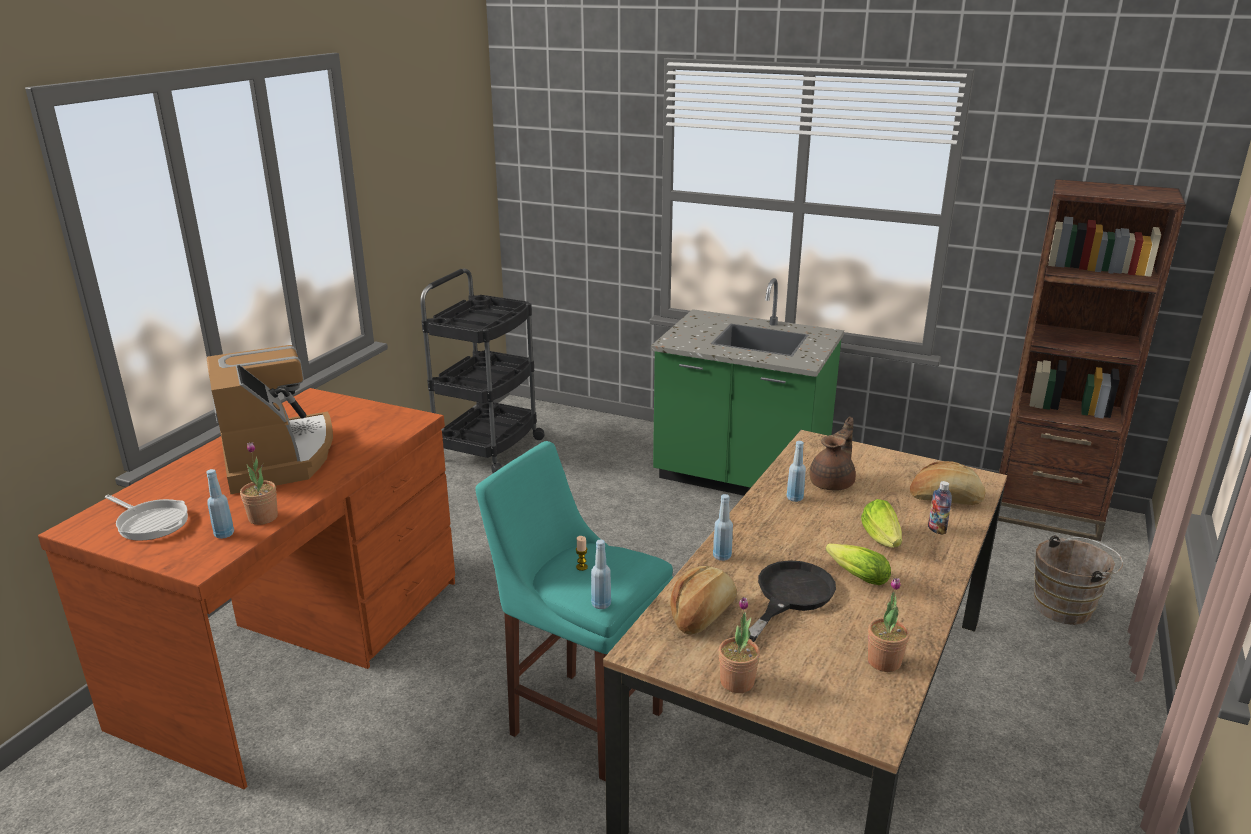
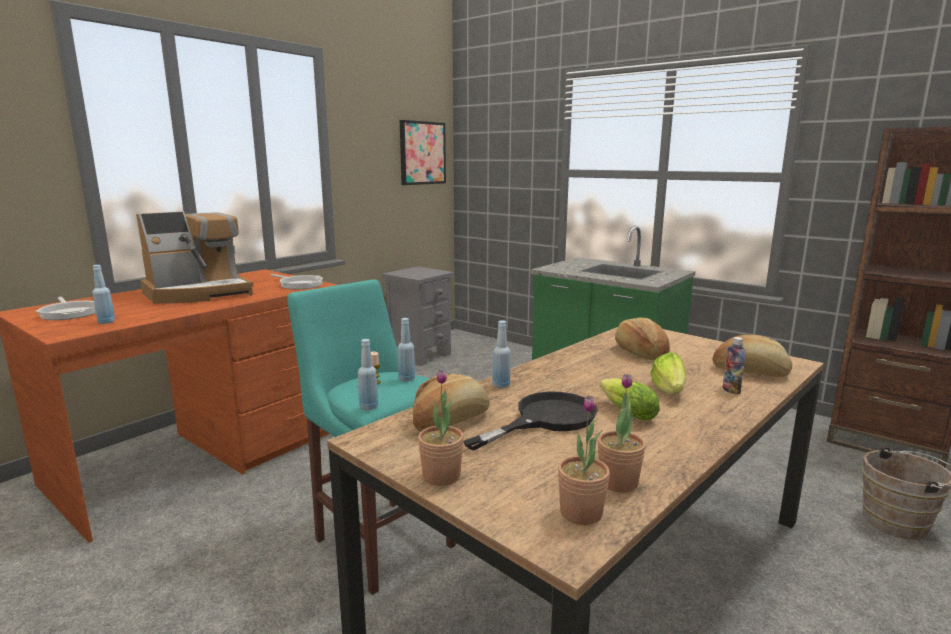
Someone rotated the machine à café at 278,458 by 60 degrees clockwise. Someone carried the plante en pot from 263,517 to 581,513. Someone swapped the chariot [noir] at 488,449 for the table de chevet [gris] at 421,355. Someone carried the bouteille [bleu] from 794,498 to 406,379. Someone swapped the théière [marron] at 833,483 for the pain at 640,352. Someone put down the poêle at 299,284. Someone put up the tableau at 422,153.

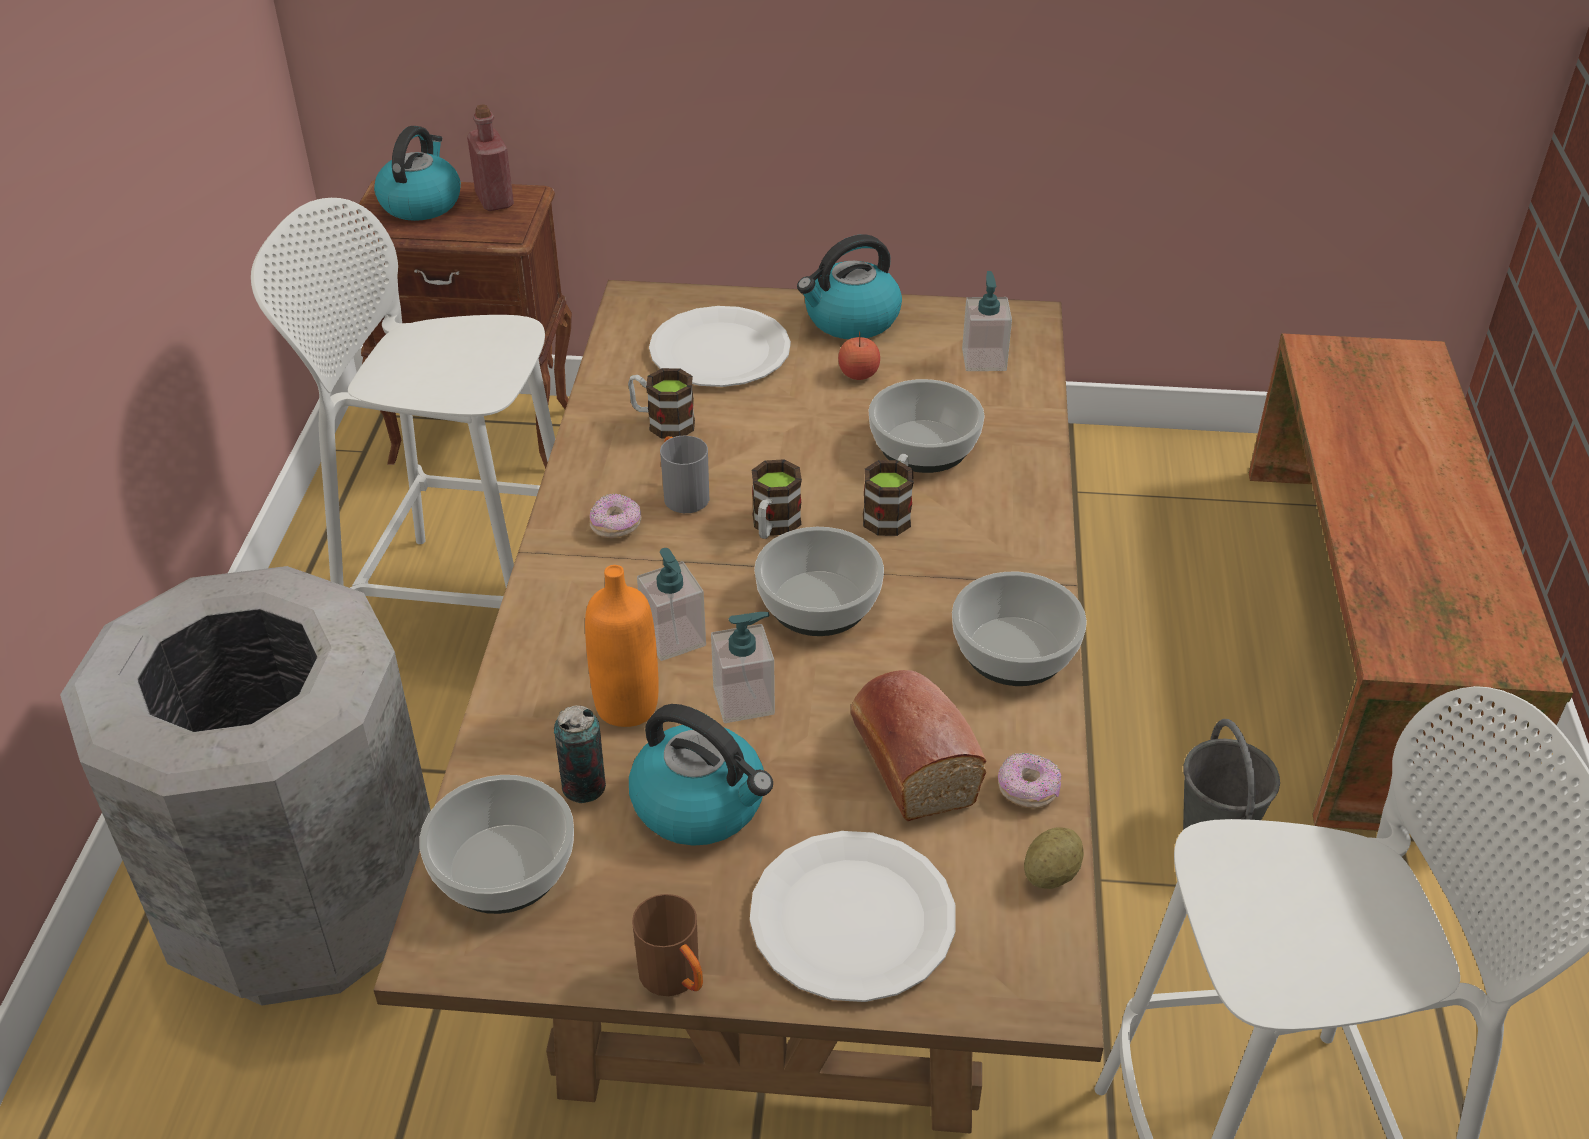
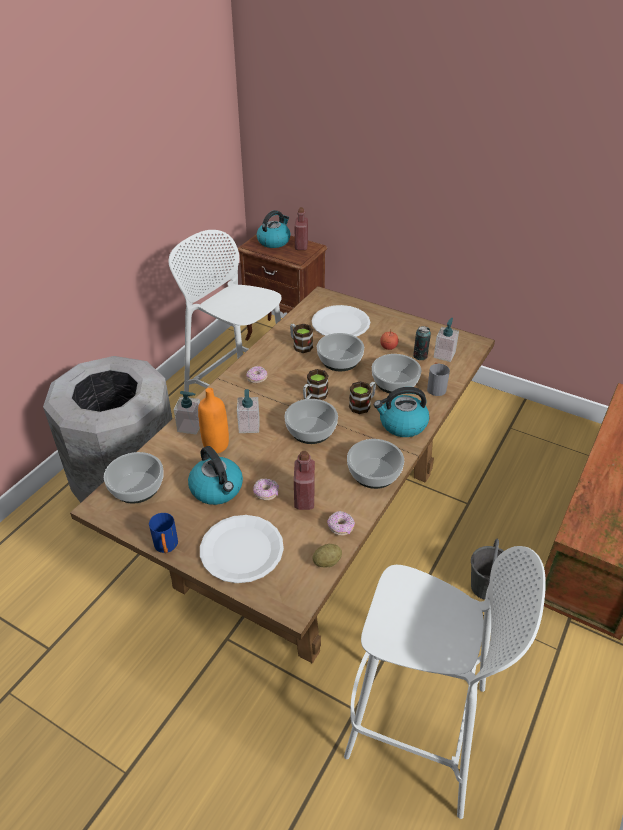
Someone carried the boîte métallique from 584,787 to 420,356. Someone repainted the mug [marron] at 676,980, which became the mug [bleu] at 166,547. Someone carried the mug [gris] from 682,494 to 435,387. Someone carried the distributeur de savon from 744,701 to 190,426. Someone carried the bouilloire from 851,320 to 402,424. Someone swapped the pain at 909,758 for the bouteille [rouge] at 304,499. Someone put down the beignet at 266,493. Someone put down the bol at 340,360.

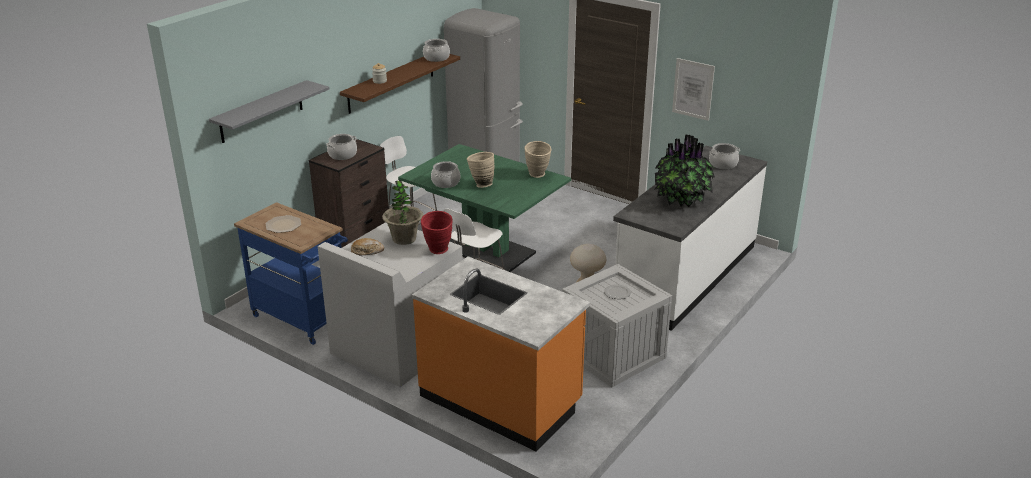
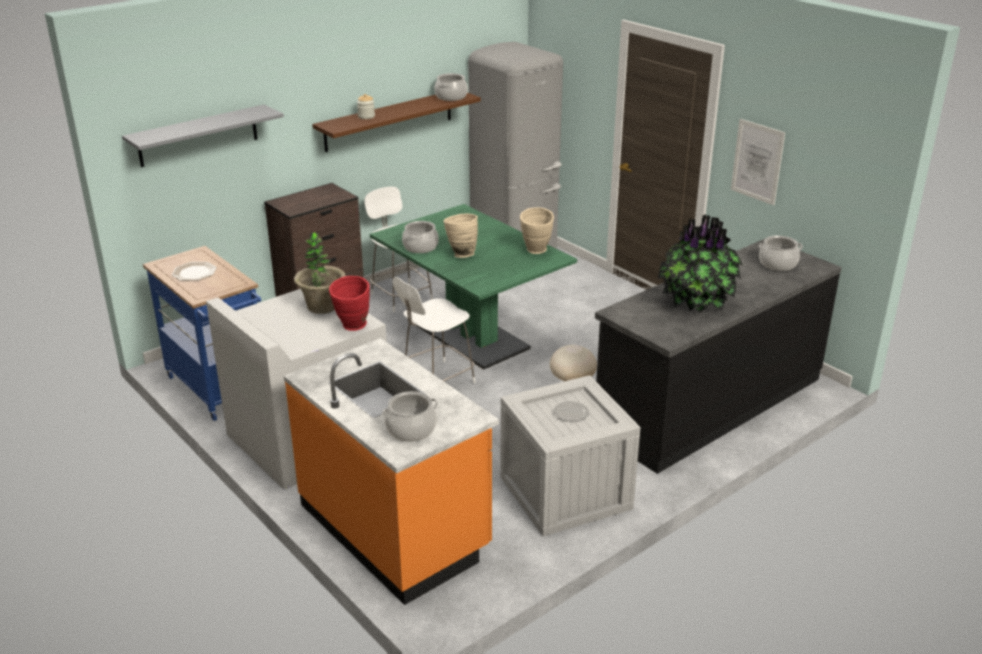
Someone carried the marmite from 342,155 to 411,429. Someone took away the pain at 367,251. Someone repainted the comptoir de cuisine [blanc] at 685,275, which became the comptoir de cuisine [noir] at 708,404.

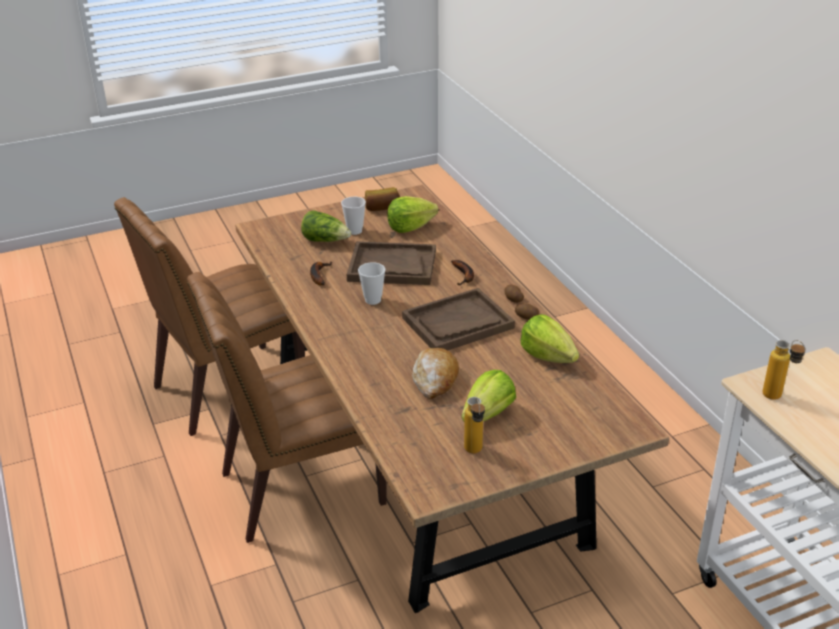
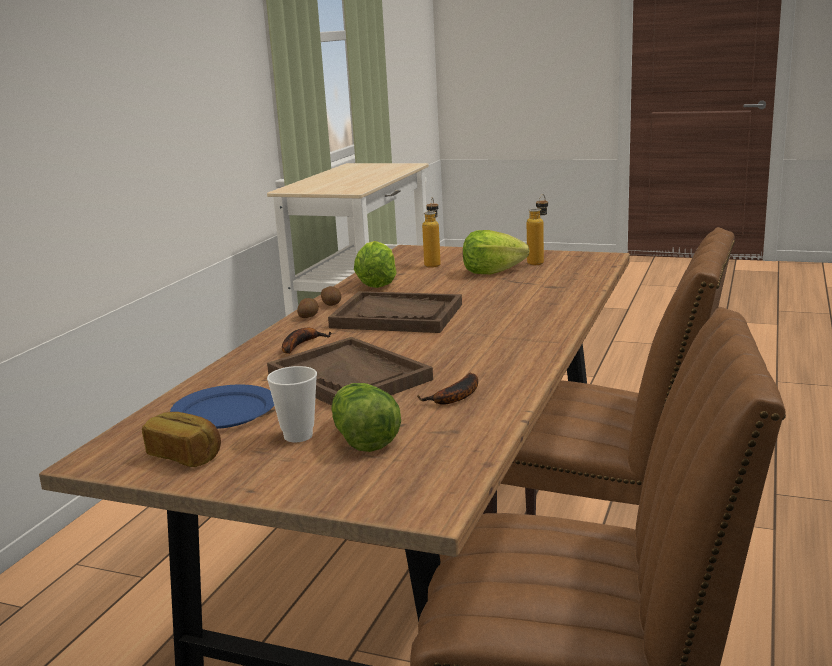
Someone took away the tasse at 373,300. Someone swapped the laitue at 410,227 for the assiette [bleu] at 224,412. Someone took away the pain at 435,379. Someone carried the bouteille from 778,398 to 433,264.

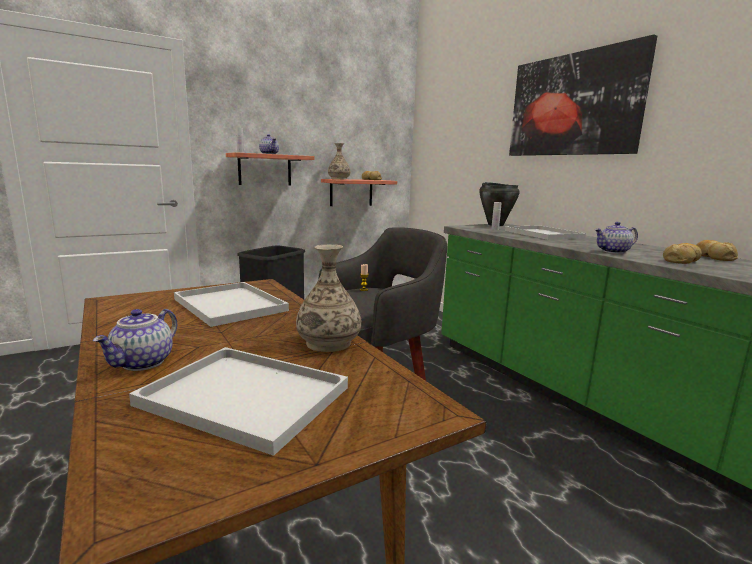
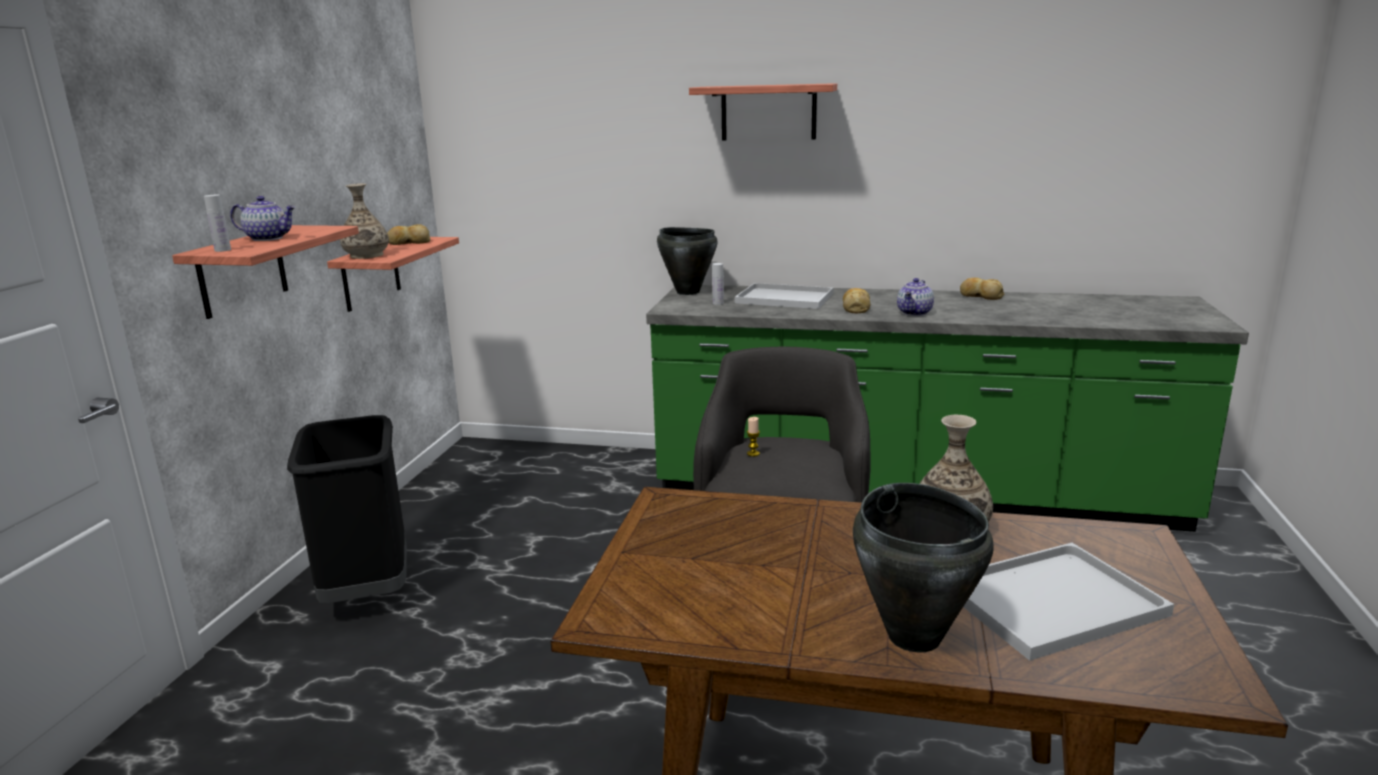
Someone swapped the théière at 143,363 for the marmite [noir] at 914,636. Someone took away the plateau [blanc] at 232,305. Someone swapped the tableau at 573,105 for the étagère at 768,112. Someone carried the pain from 681,260 to 856,308.

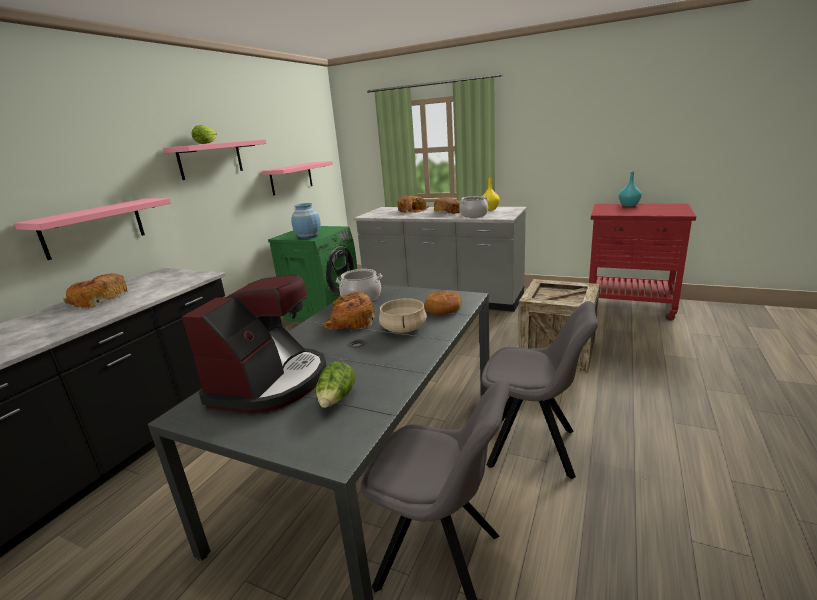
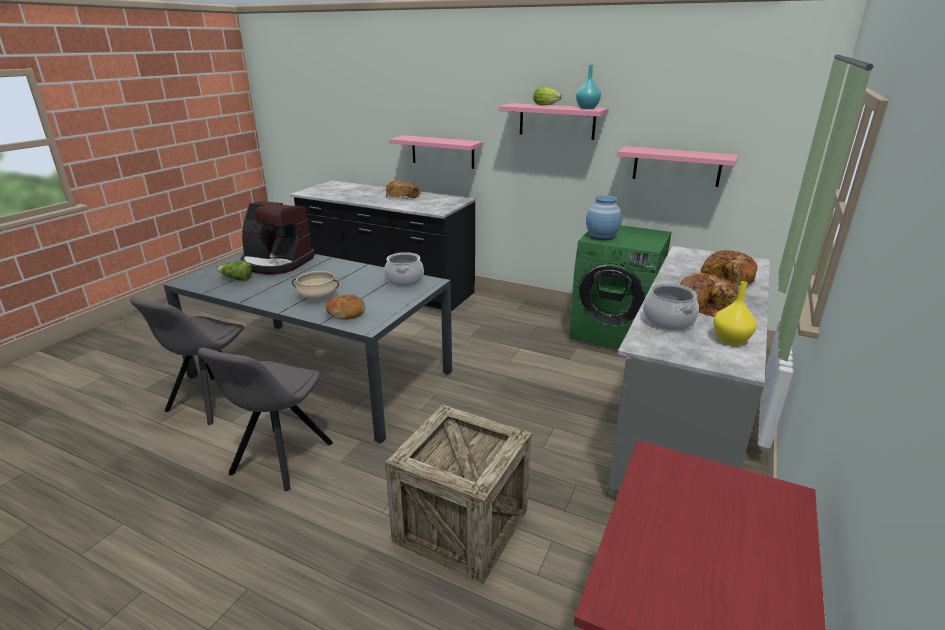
Someone took away the pain at 349,322. Someone carried the vase [turquoise] from 628,205 to 587,108.

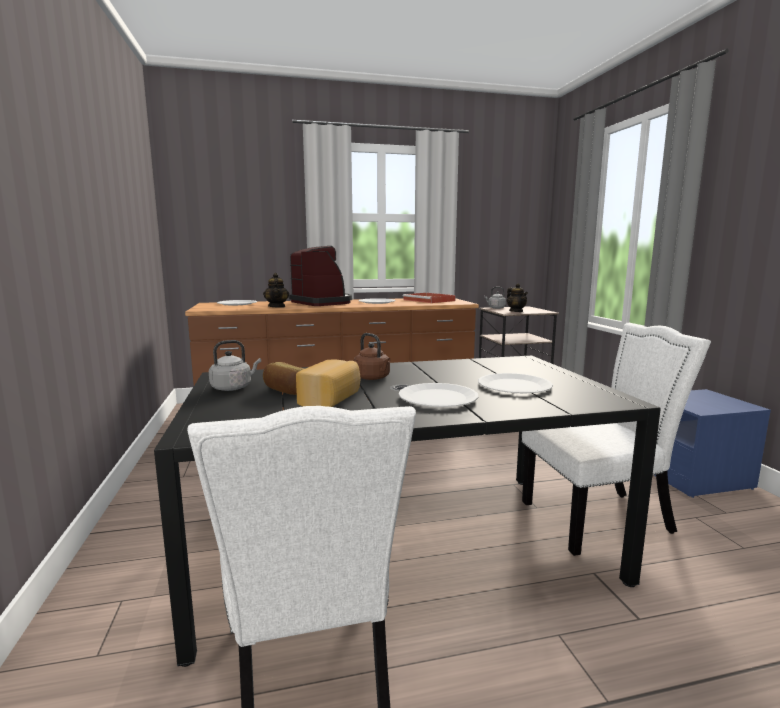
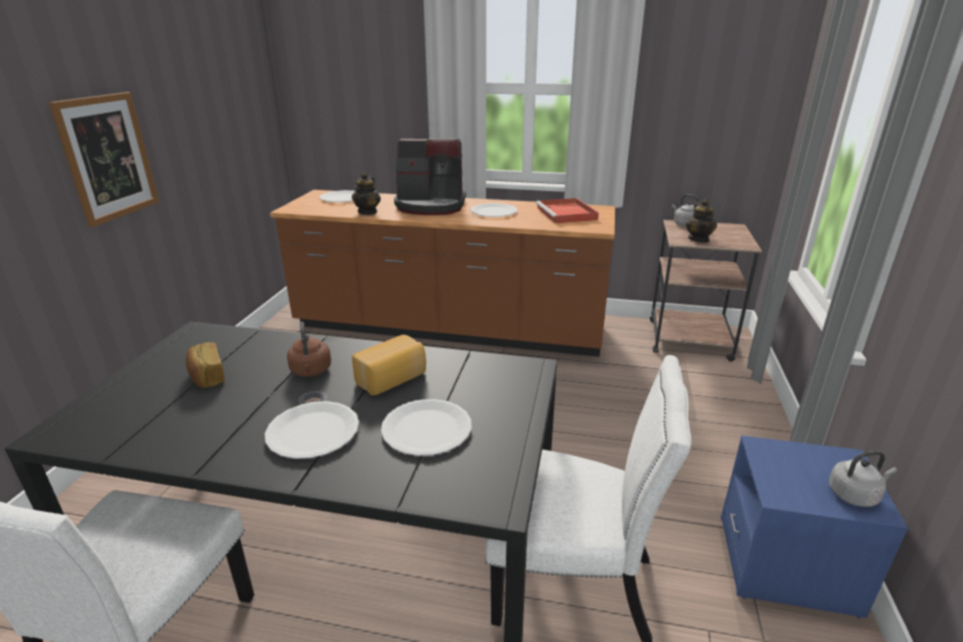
Someone carried the bouilloire [gris] from 233,387 to 855,495. Someone rotated the machine à café at 322,302 by 105 degrees clockwise. Someone carried the pain from 331,399 to 392,379. Someone put up the tableau at 108,157.

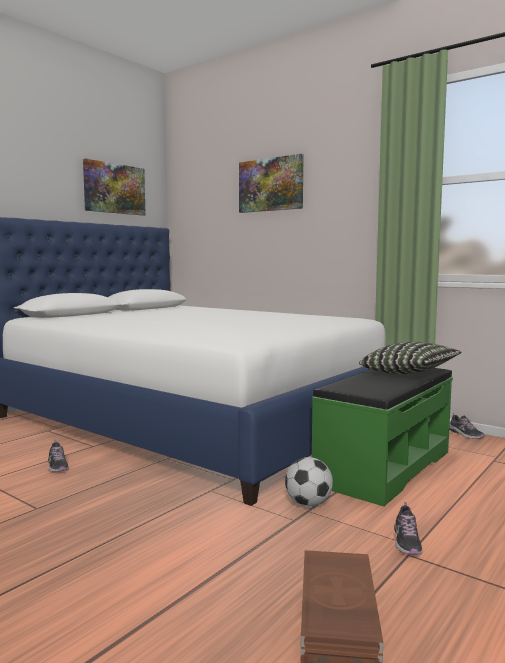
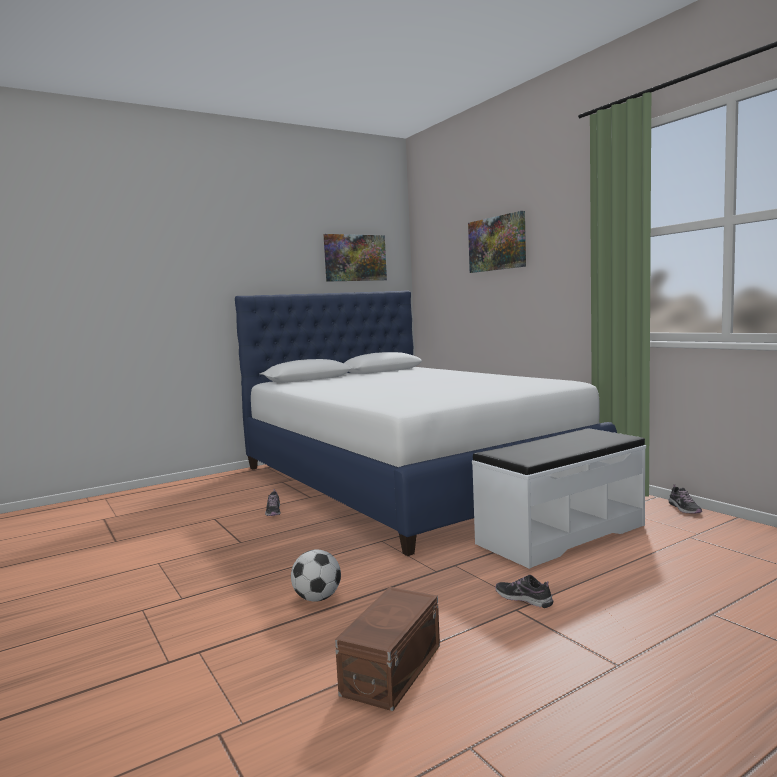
Someone carried the ballon de foot from 308,504 to 317,598. Someone repainted the banc [vert] at 383,467, which became the banc [blanc] at 560,534. Someone took away the coussin at 409,373. Someone rotated the chaussure at 406,541 by 105 degrees clockwise.

